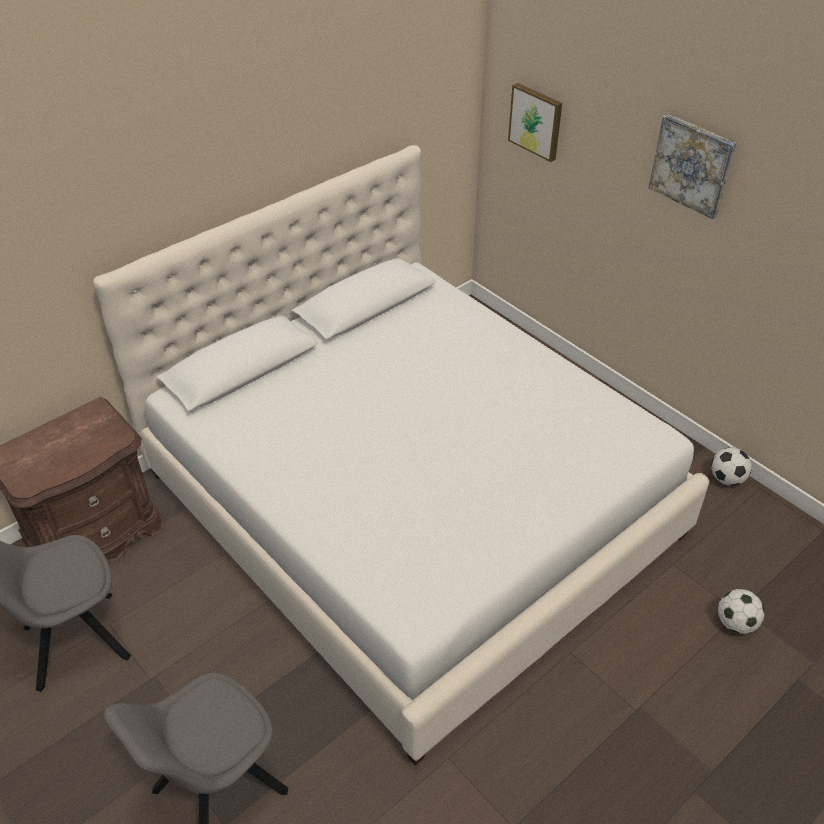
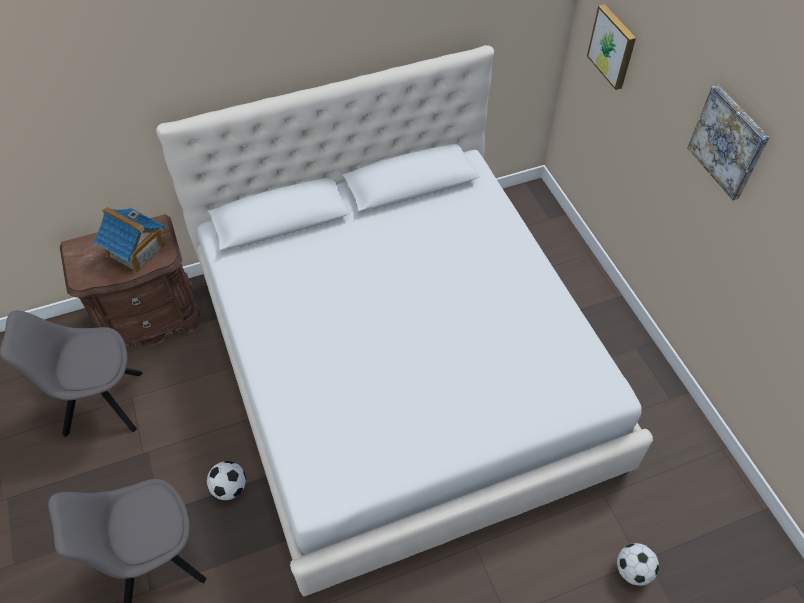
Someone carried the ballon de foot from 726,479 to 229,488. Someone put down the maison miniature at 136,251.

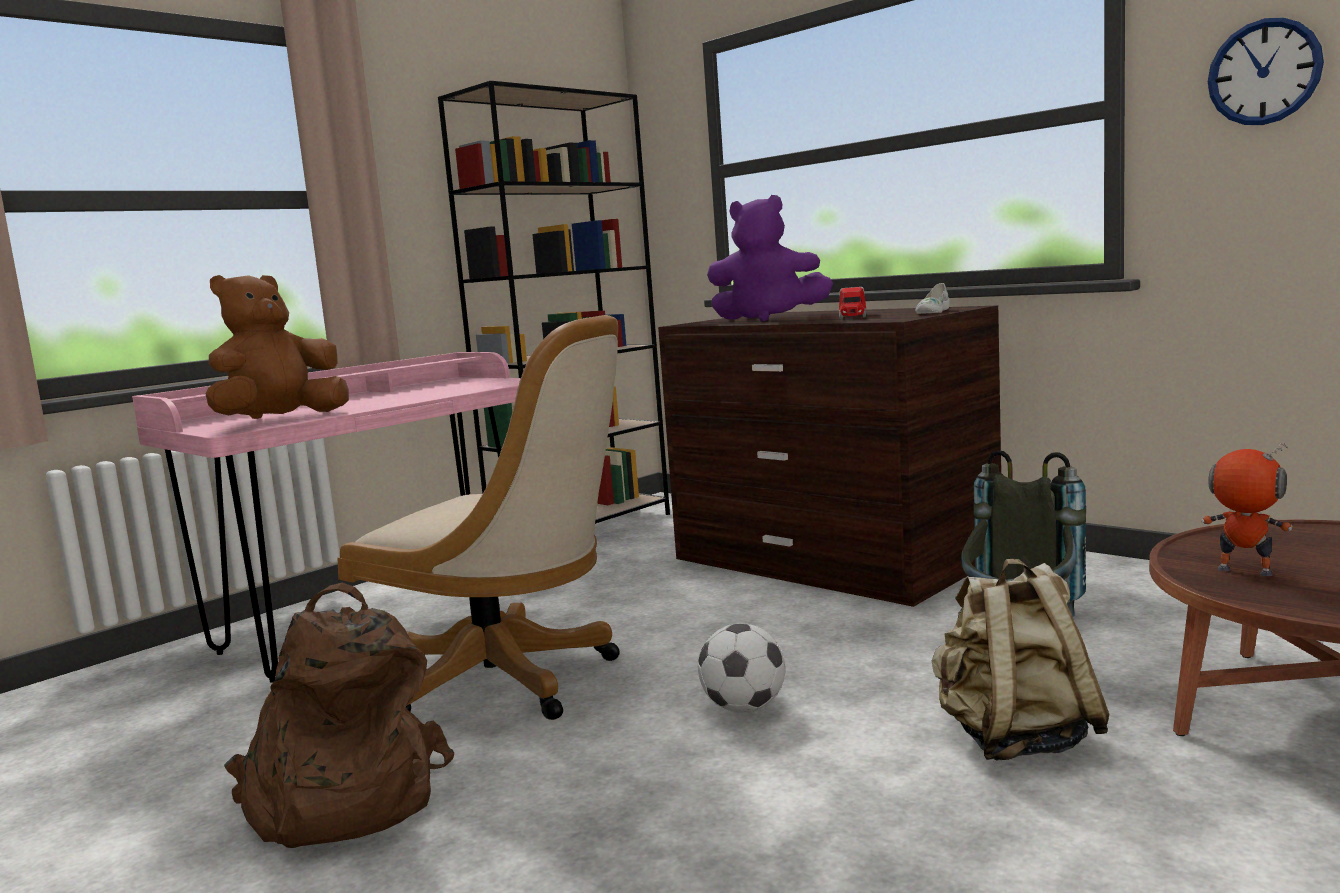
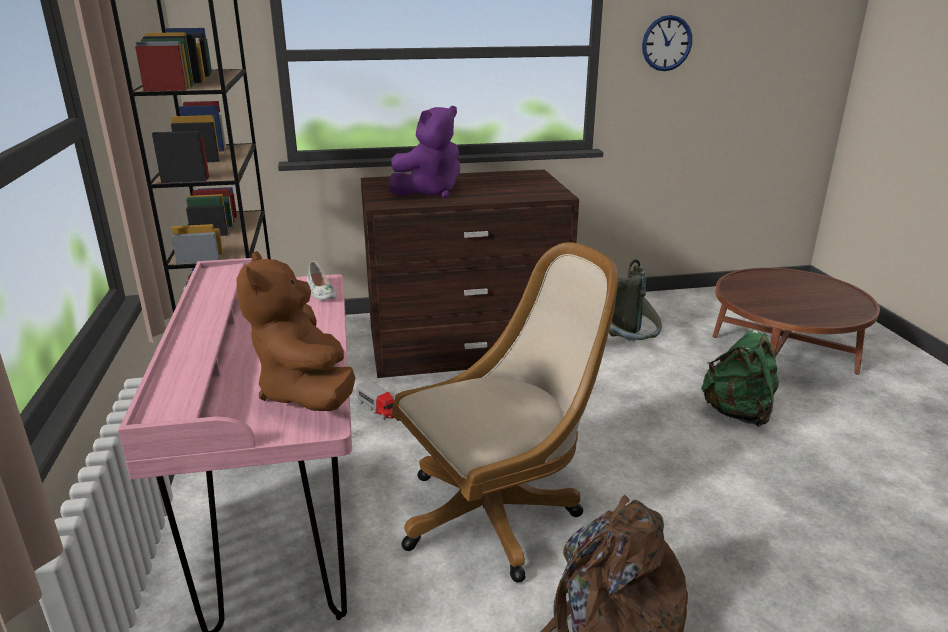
Someone took away the ballon de foot at 744,708. Someone carried the camion jouet from 853,316 to 378,408. Someone carried the chaussure [blanc] from 932,312 to 320,292. Someone repainted the sac à dos [beige] at 1014,740, which became the sac à dos [vert] at 737,412. Someone took away the robot jouet at 1244,572.

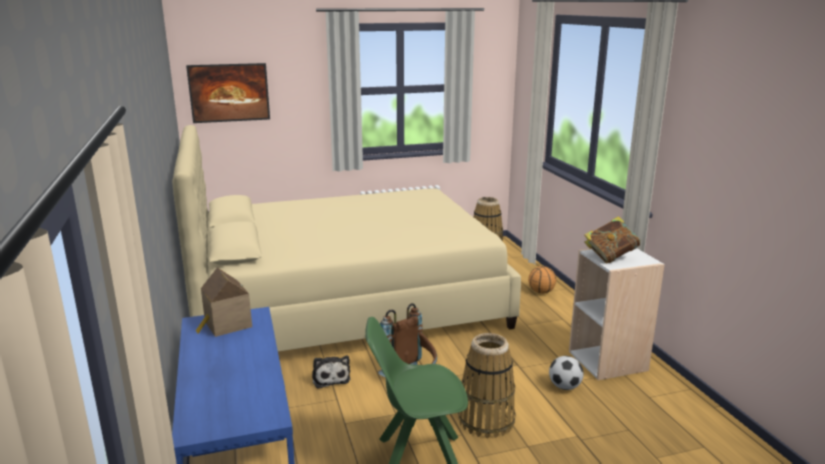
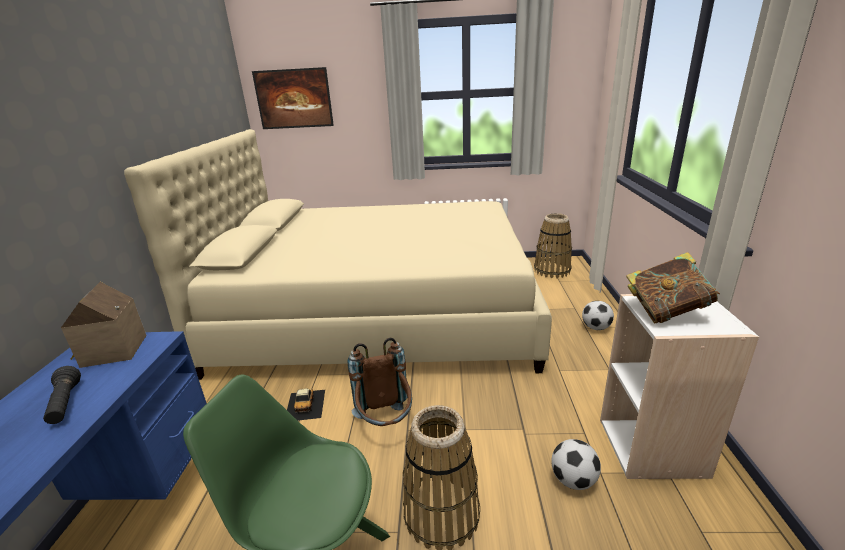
Someone swapped the peluche at 330,377 for the petite voiture at 305,404. Someone swapped the ballon de basket at 541,292 for the ballon de foot at 596,328. Someone put down the lampe de poche [noir] at 65,404.

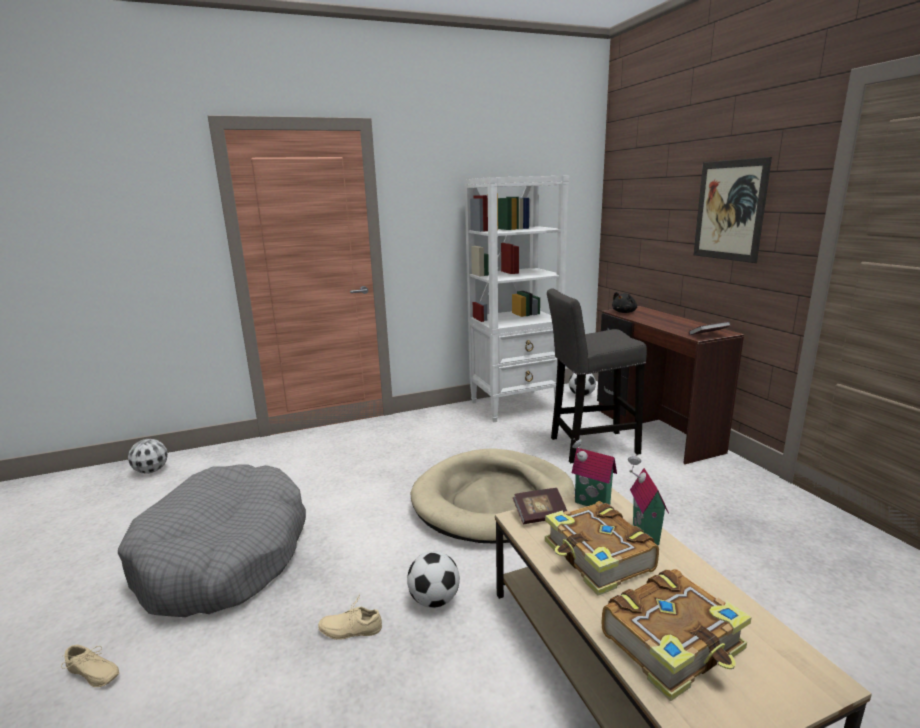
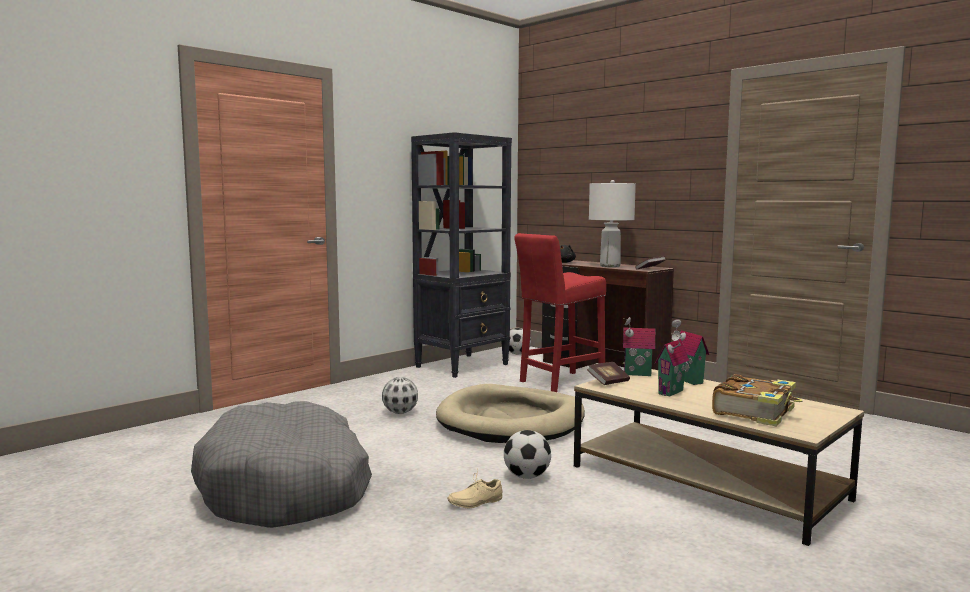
Someone took away the chaussure [beige] at 91,675. Someone carried the ballon de foot from 151,471 to 399,413. Someone repainted the bibliothèque [blanc] at 515,406, which became the bibliothèque [noir] at 463,365. Someone swapped the livre at 598,558 for the maison miniature at 672,392. Someone repainted the tabouret [gris] at 589,446, which became the tabouret [rouge] at 558,383. Someone took away the tableau at 729,210. Someone put down the lampe de table [blanc] at 609,266.

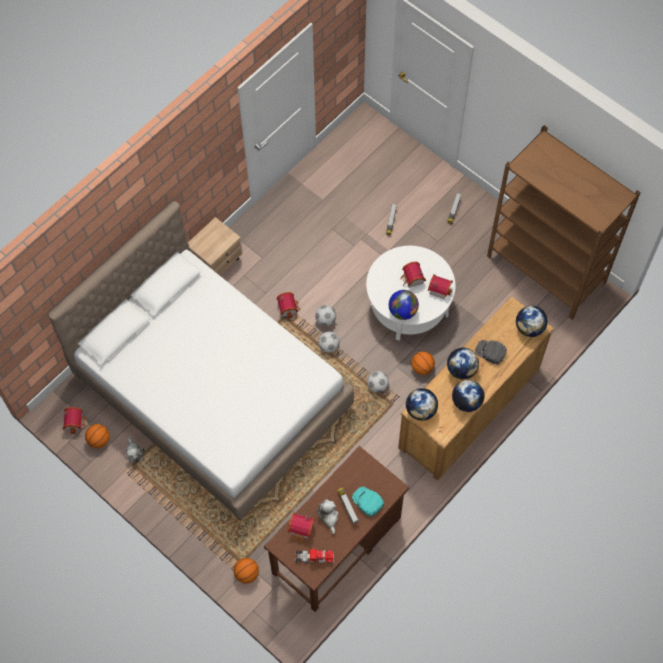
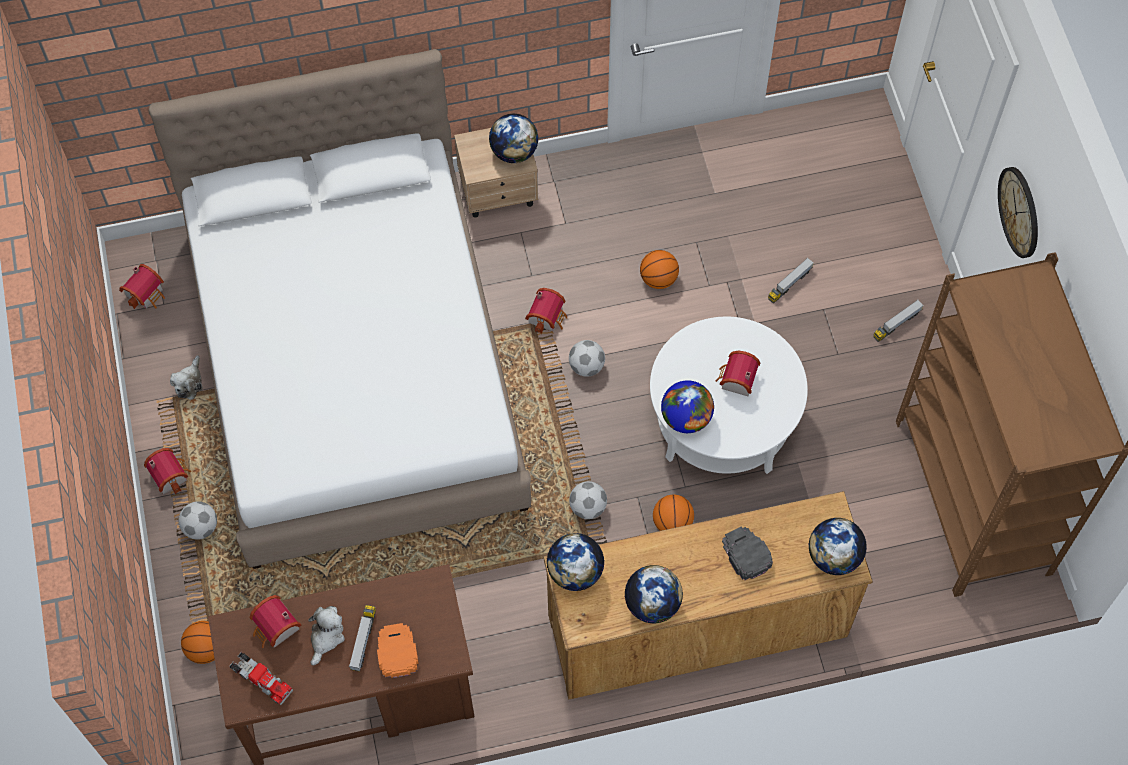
Someone carried the ballon de basket from 99,440 to 658,278. Someone carried the ballon de foot from 328,346 to 201,527. Someone repainted the casquette [turquoise] at 367,501, which became the casquette [orange] at 396,651. Someone carried the maison miniature from 439,288 to 170,475. Someone carried the globe from 461,370 to 514,152. Someone put up the horloge murale at 1019,212.

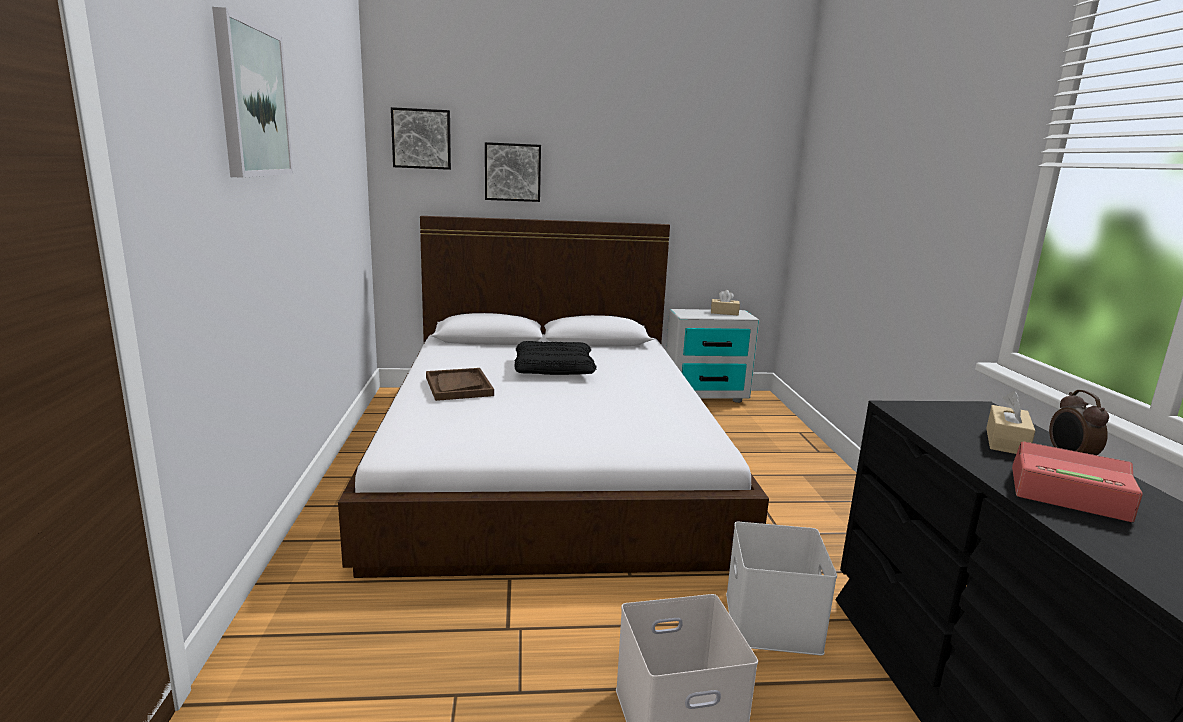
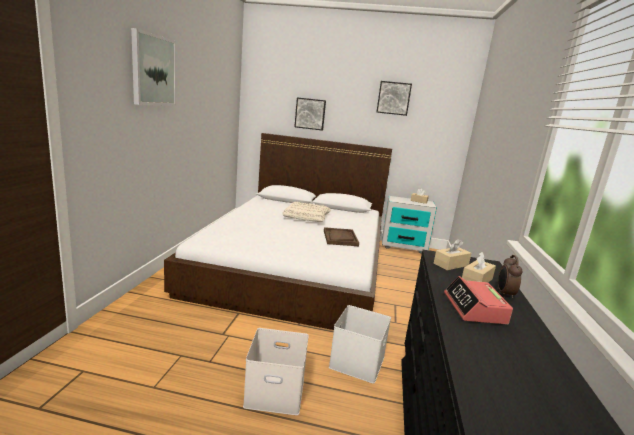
Someone carried the tableau from 421,139 to 393,98. Someone carried the plateau [marron] from 458,386 to 340,238. Someone repainted the coussin [noir] at 554,369, which became the coussin [beige] at 306,217. Someone rotated the réveil at 1067,494 by 135 degrees counterclockwise. Someone put down the boîte à mouchoirs [beige] at 451,264.

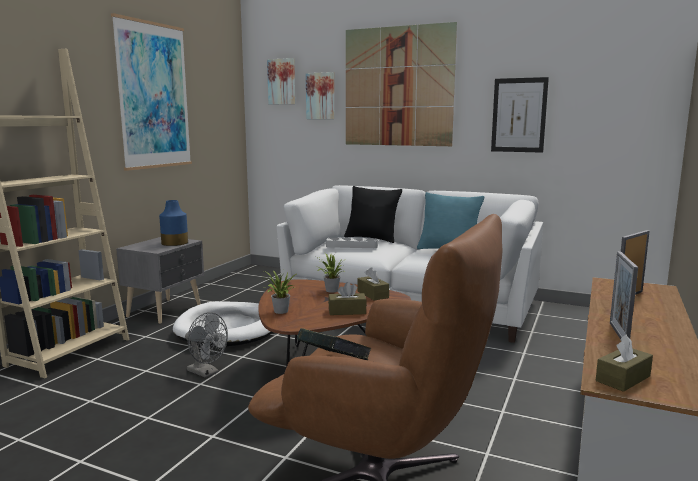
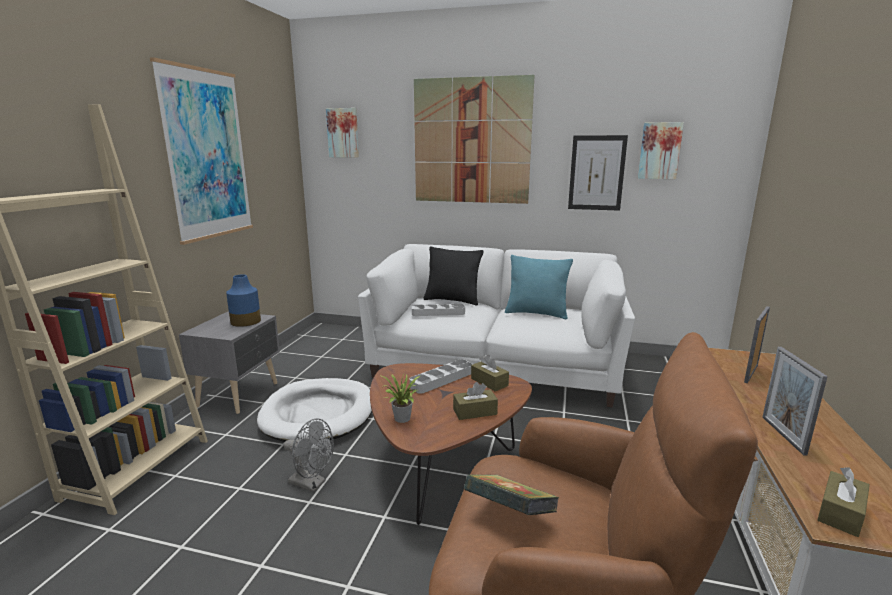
Someone carried the tableau from 321,96 to 659,151. Someone swapped the plante en pot at 330,290 for the plateau [gris] at 442,379.

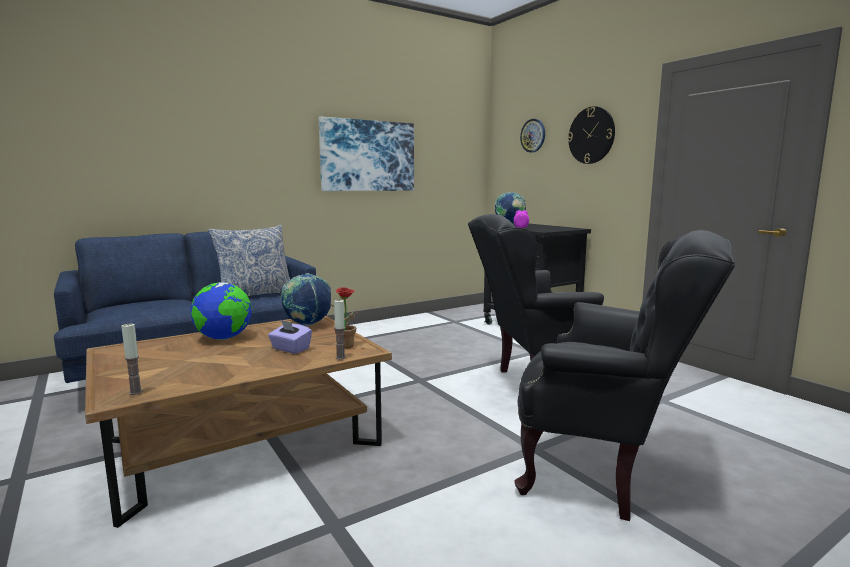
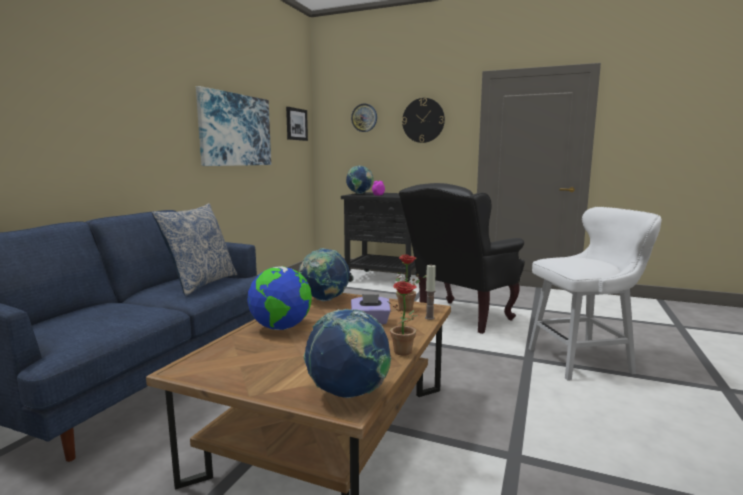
Someone swapped the bougie at 135,392 for the globe at 349,394. Someone swapped the fauteuil [noir] at 604,473 for the tabouret [blanc] at 583,360. Someone put up the tableau at 296,124. Someone put down the plante en pot at 406,353.

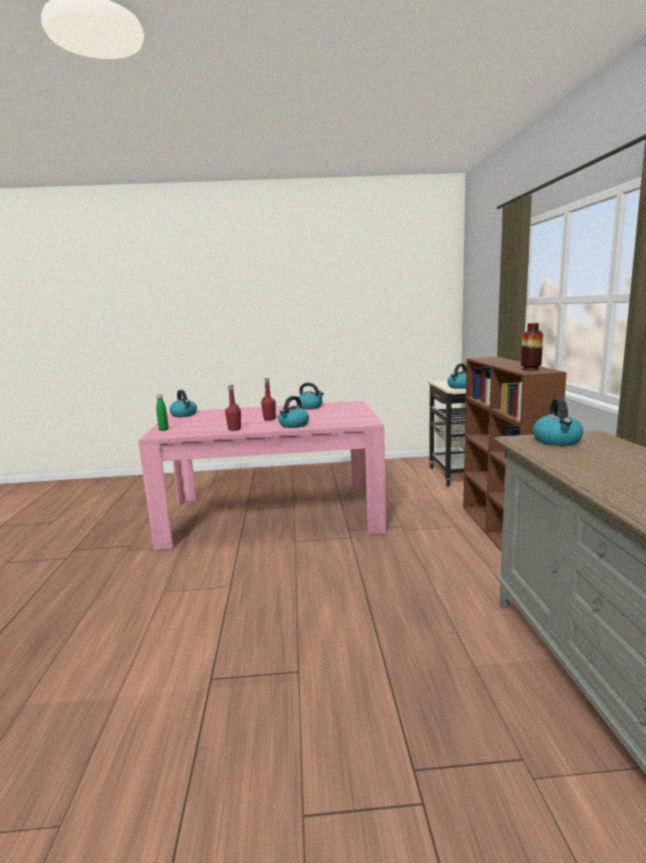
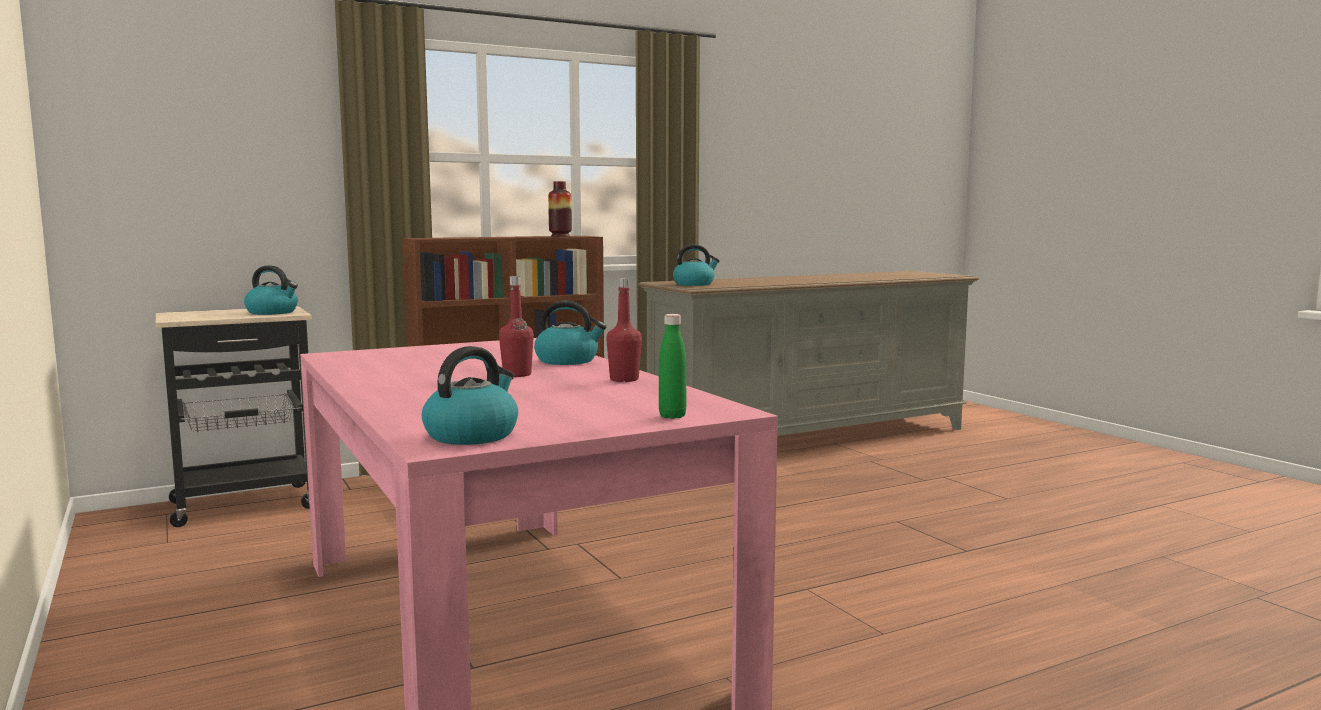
Someone took away the bouilloire at 310,407.

